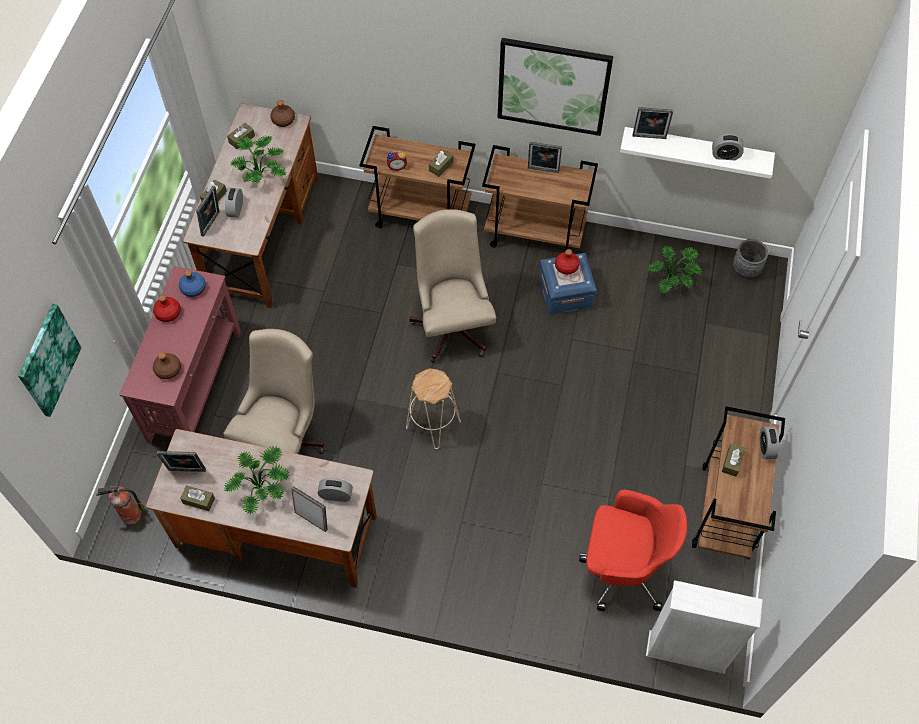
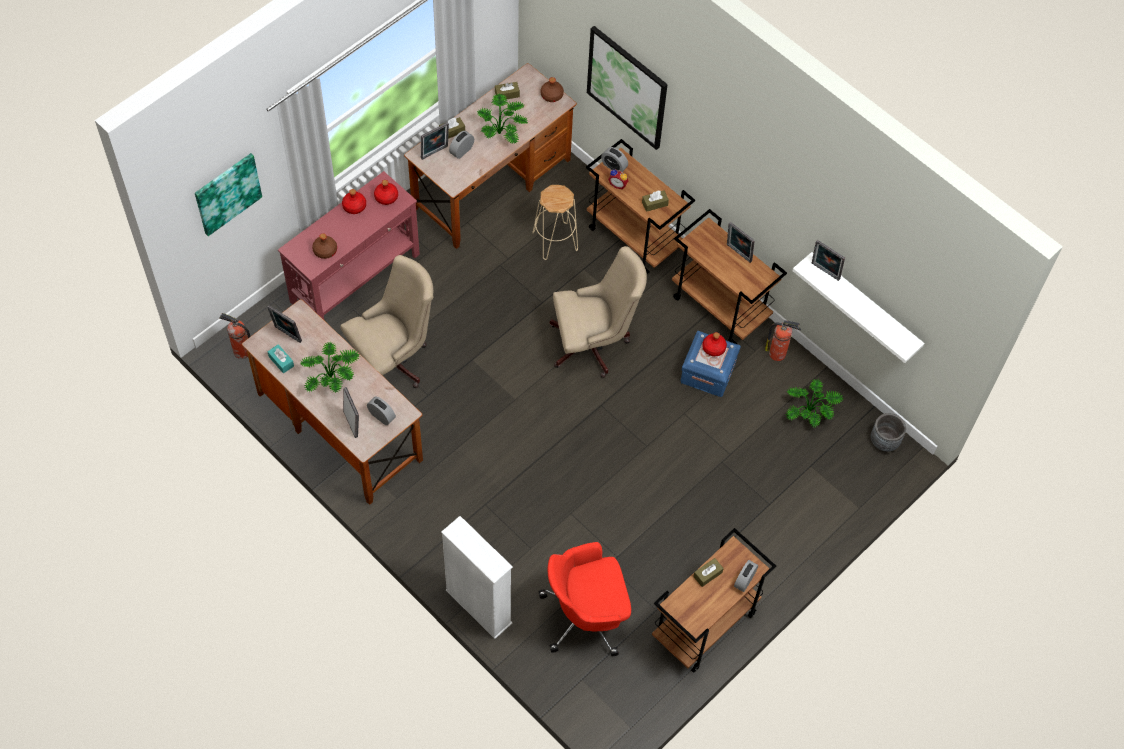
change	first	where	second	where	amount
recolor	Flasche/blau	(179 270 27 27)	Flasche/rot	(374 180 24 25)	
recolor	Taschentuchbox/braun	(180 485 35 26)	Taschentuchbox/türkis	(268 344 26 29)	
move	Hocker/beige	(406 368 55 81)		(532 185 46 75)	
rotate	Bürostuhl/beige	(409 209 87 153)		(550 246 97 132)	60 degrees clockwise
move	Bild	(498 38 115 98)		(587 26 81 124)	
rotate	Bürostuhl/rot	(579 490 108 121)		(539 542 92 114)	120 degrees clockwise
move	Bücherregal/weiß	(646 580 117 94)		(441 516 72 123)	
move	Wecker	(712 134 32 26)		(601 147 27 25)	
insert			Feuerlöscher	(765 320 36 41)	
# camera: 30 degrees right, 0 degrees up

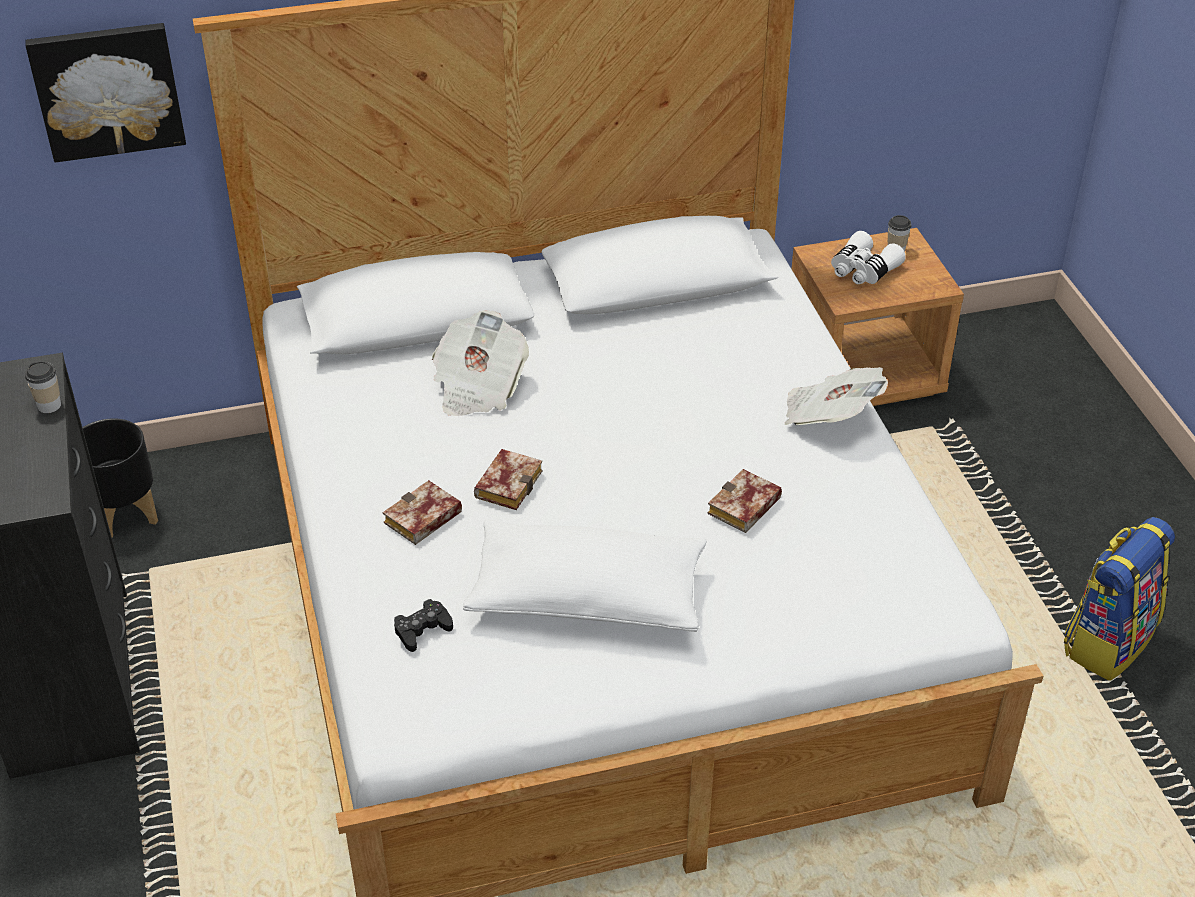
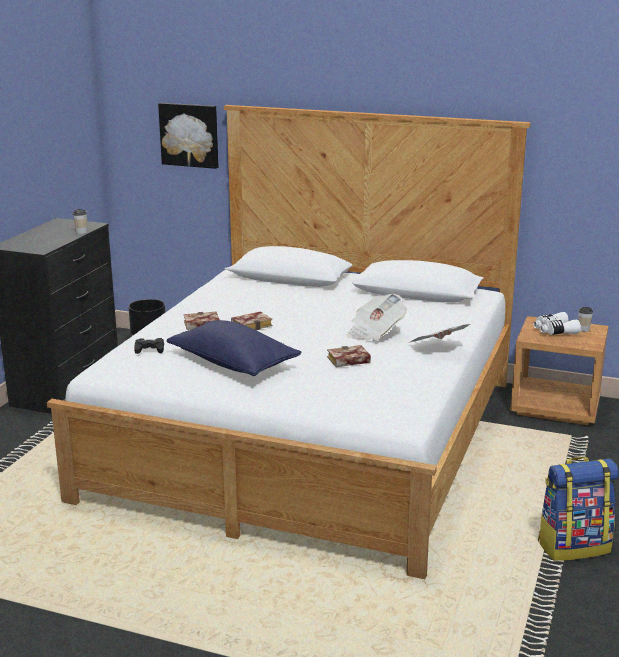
change	first	where	second	where	amount
move	Zeitung	(432 310 97 106)		(347 294 60 47)	
recolor	Kissen/weiß	(463 519 244 113)	Kissen/blau	(167 320 135 56)	
# camera: 35 degrees right, 20 degrees down

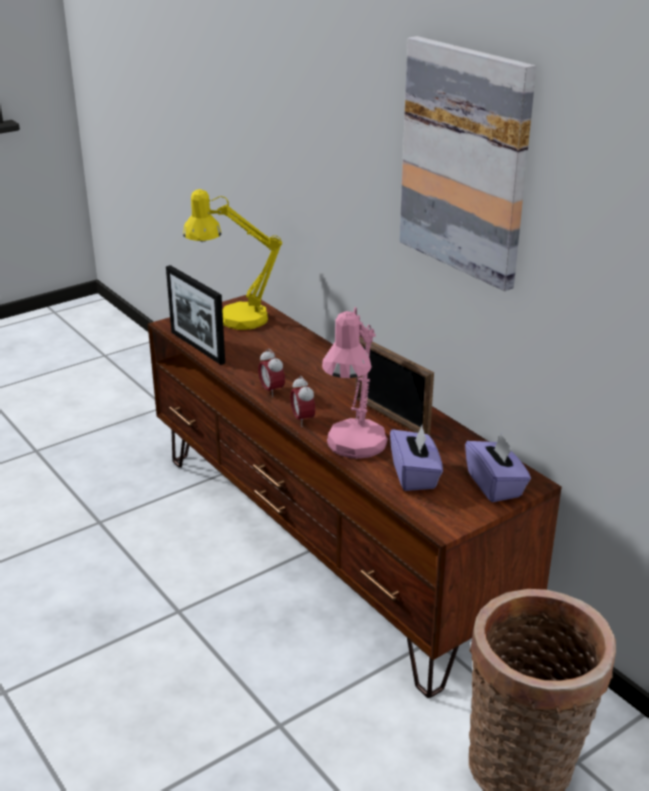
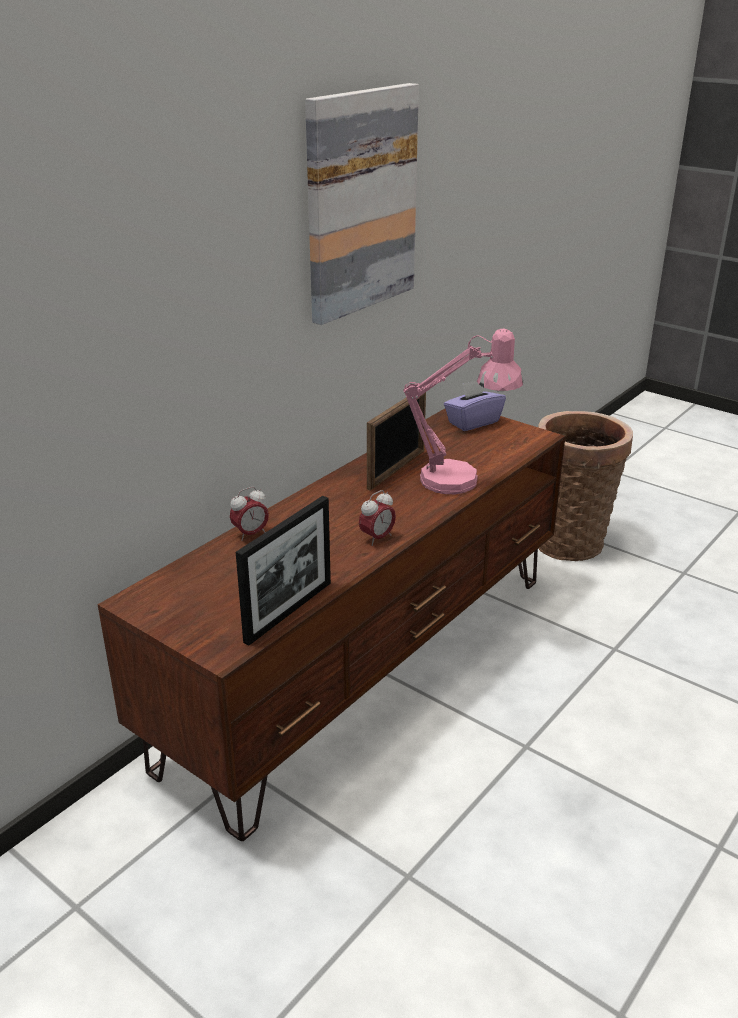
change	first	where	second	where	amount
delete	Tischlampe/gelb	(183 189 99 141)			
move	Wecker	(290 376 25 51)		(230 487 39 54)	
delete	Taschentuchbox/lila	(390 426 53 65)			
# camera: 105 degrees left, 0 degrees up

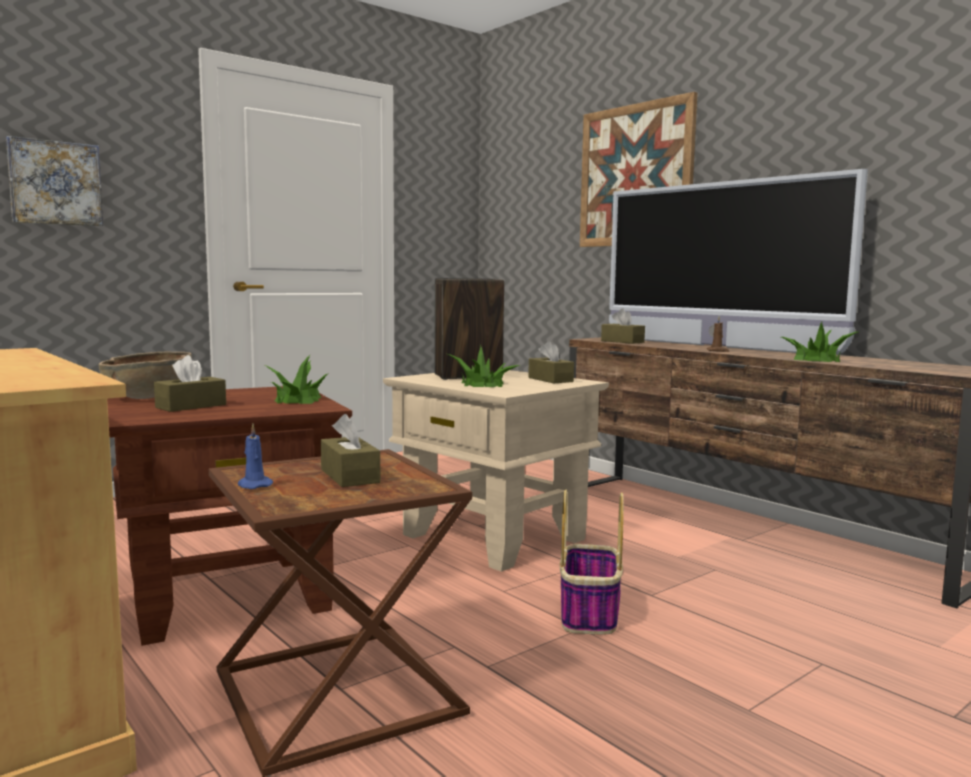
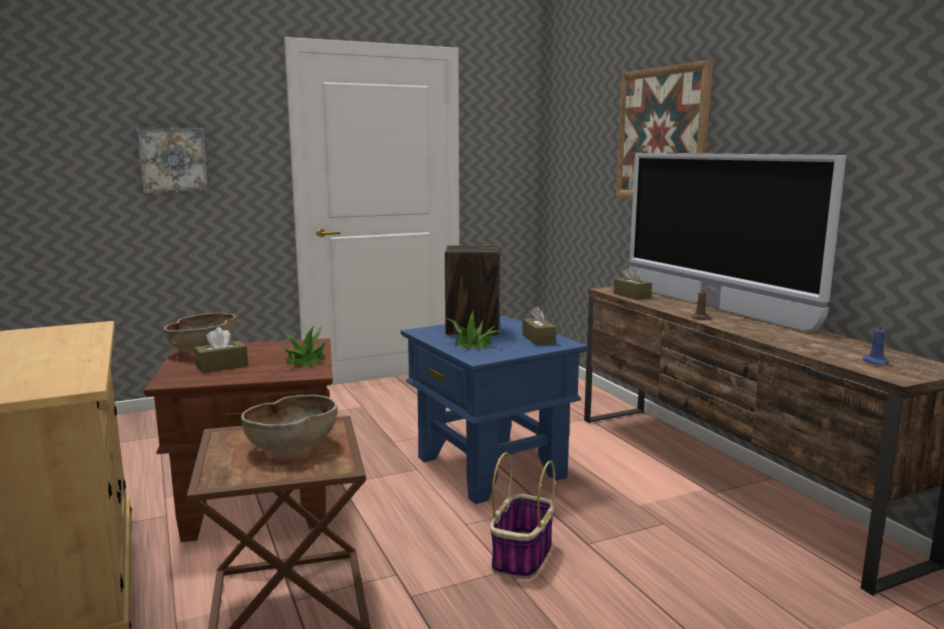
change	first	where	second	where	amount
move	Kerze/blau	(238 424 35 65)		(862 322 27 43)	
replace	Taschentuchbox/braun	(321 414 59 73)	Schüssel/braun	(241 395 97 58)	
recolor	Beistelltisch/beige	(383 370 226 202)	Beistelltisch/blau	(401 316 187 188)	
delete	Topfpflanze	(781 322 79 40)			
# camera: 15 degrees right, 5 degrees up

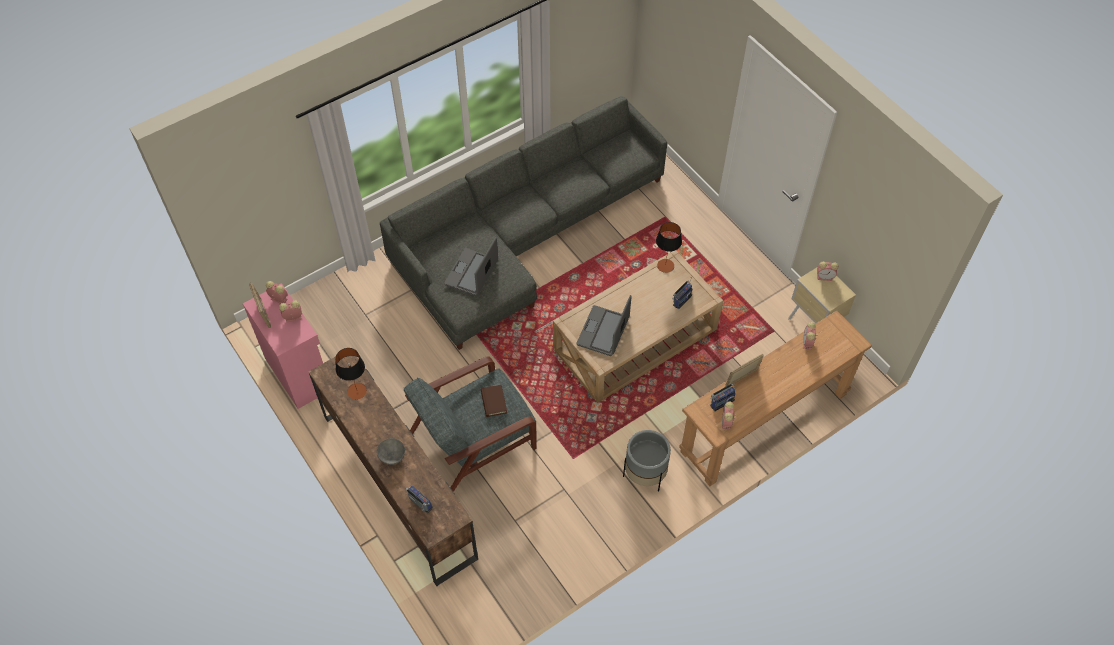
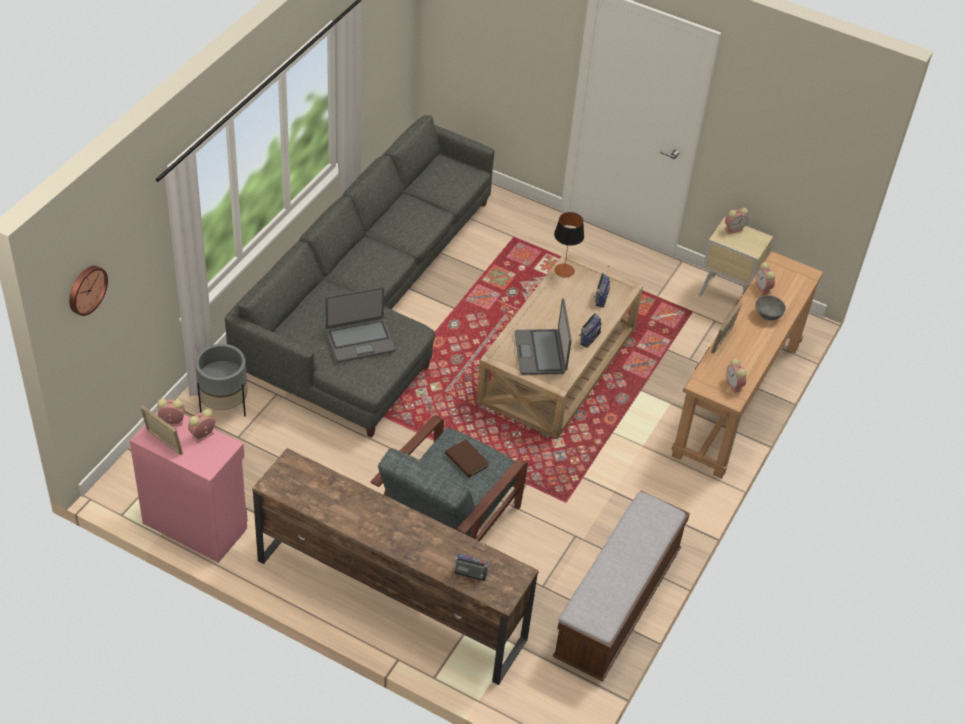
change	first	where	second	where	amount
delete	Tischlampe	(335 348 32 52)			
move	Schüssel/grau	(377 438 28 27)		(755 295 31 26)	
rotate	Laptop	(444 237 54 59)		(325 287 70 75)	105 degrees counterclockwise
move	Pflanzkübel/grau	(623 430 48 62)		(195 344 53 72)	
move	Radio	(710 382 26 29)		(579 307 22 41)	
insert			Wanduhr	(69 266 39 50)	
insert			Bank	(553 491 137 190)	
# camera: 30 degrees left, 10 degrees down

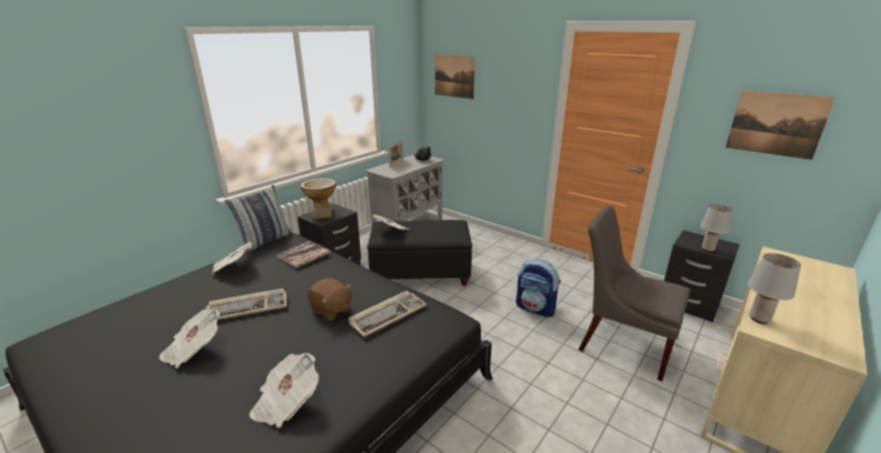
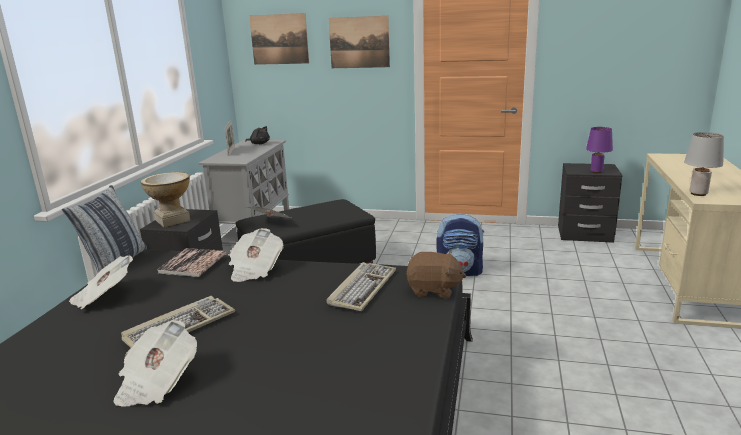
change	first	where	second	where	amount
move	Zeitung	(249 353 70 75)		(229 228 55 54)	
move	Plüschtier/braun	(307 278 45 43)		(406 251 60 47)	
delete	Stuhl/grau	(578 205 113 176)			
recolor	Tischlampe/grau	(700 204 33 48)	Tischlampe/lila	(586 127 27 46)	
move	Bild	(726 90 109 70)		(329 16 61 52)	
# camera: 25 degrees left, 5 degrees down

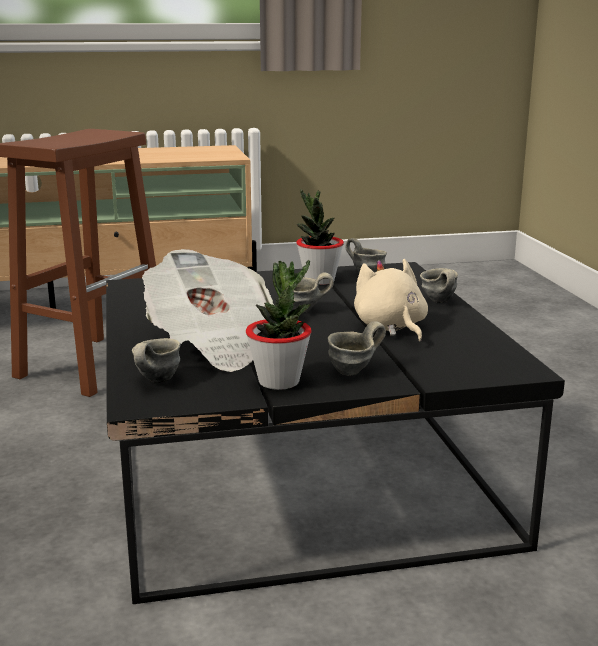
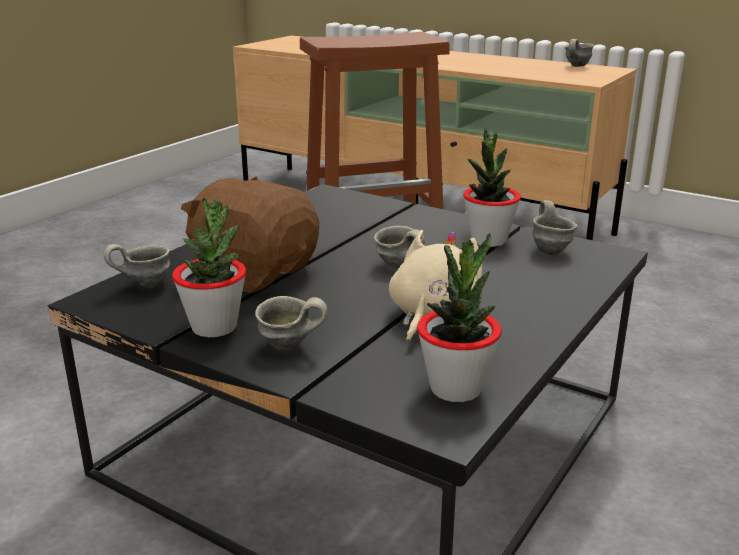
change	first	where	second	where	amount
replace	Zeitung	(142 249 132 123)	Plüschtier/braun	(181 176 138 117)	
move	Henkelbecher/grau	(420 268 38 35)		(565 39 29 28)	
insert			Topfpflanze	(417 233 85 169)	
# camera: 45 degrees right, 5 degrees up

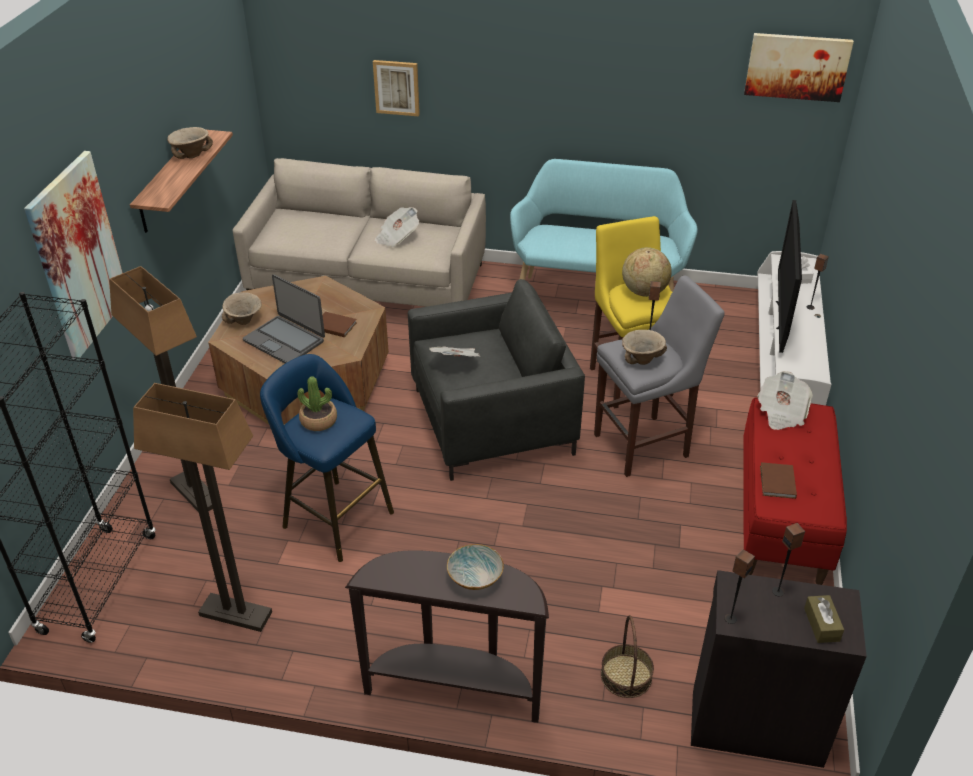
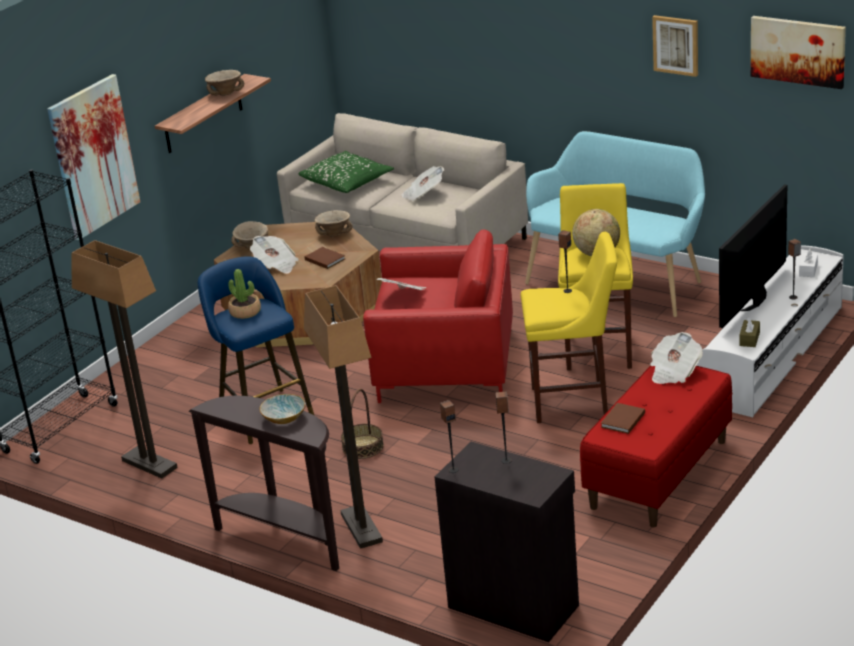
change	first	where	second	where	amount
move	Stehlampe	(109 266 104 245)		(304 285 79 264)	
replace	Laptop	(243 274 82 89)	Zeitung	(250 236 48 38)	
move	Bild	(373 60 47 56)		(652 15 46 62)	
recolor	Sessel/grau	(408 279 177 202)	Sessel/rot	(363 229 150 174)	
recolor	Hocker/grau	(594 275 131 202)	Hocker/gelb	(521 232 96 191)	
move	Korb	(601 615 53 83)		(341 389 43 70)	
move	Schüssel/beige	(622 330 45 35)		(314 210 39 27)	
move	Taschentuchbox/braun	(804 595 40 48)		(739 316 21 31)	
insert			Kissen/grün	(299 151 95 42)	
# camera: 25 degrees right, 10 degrees down

